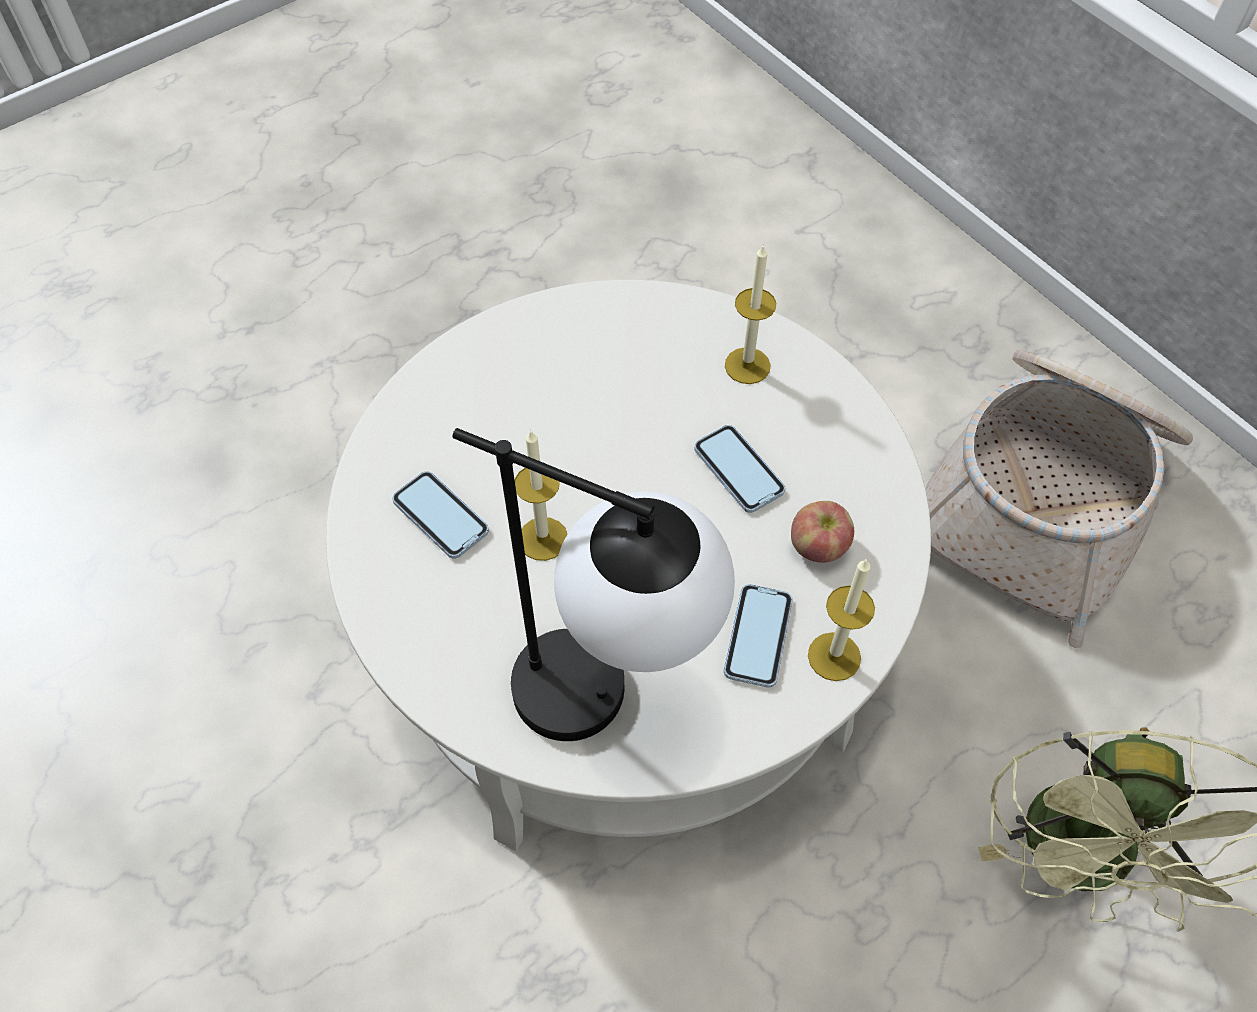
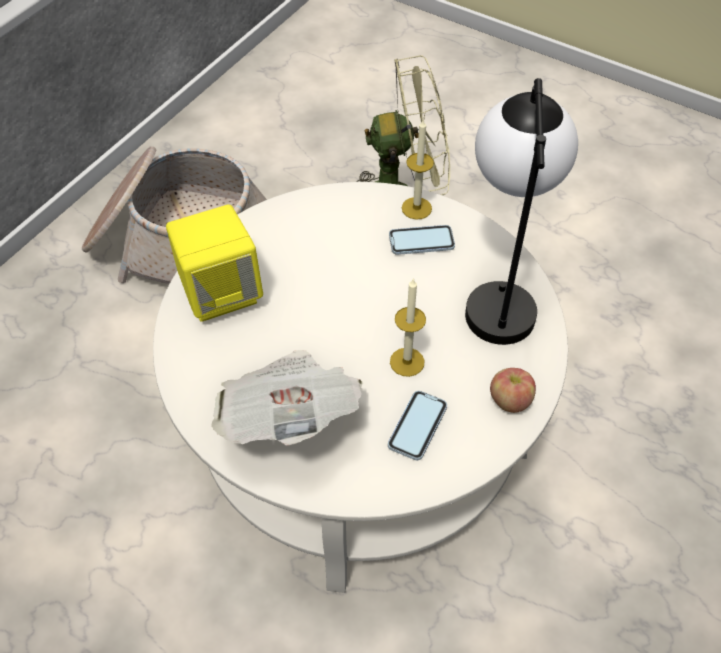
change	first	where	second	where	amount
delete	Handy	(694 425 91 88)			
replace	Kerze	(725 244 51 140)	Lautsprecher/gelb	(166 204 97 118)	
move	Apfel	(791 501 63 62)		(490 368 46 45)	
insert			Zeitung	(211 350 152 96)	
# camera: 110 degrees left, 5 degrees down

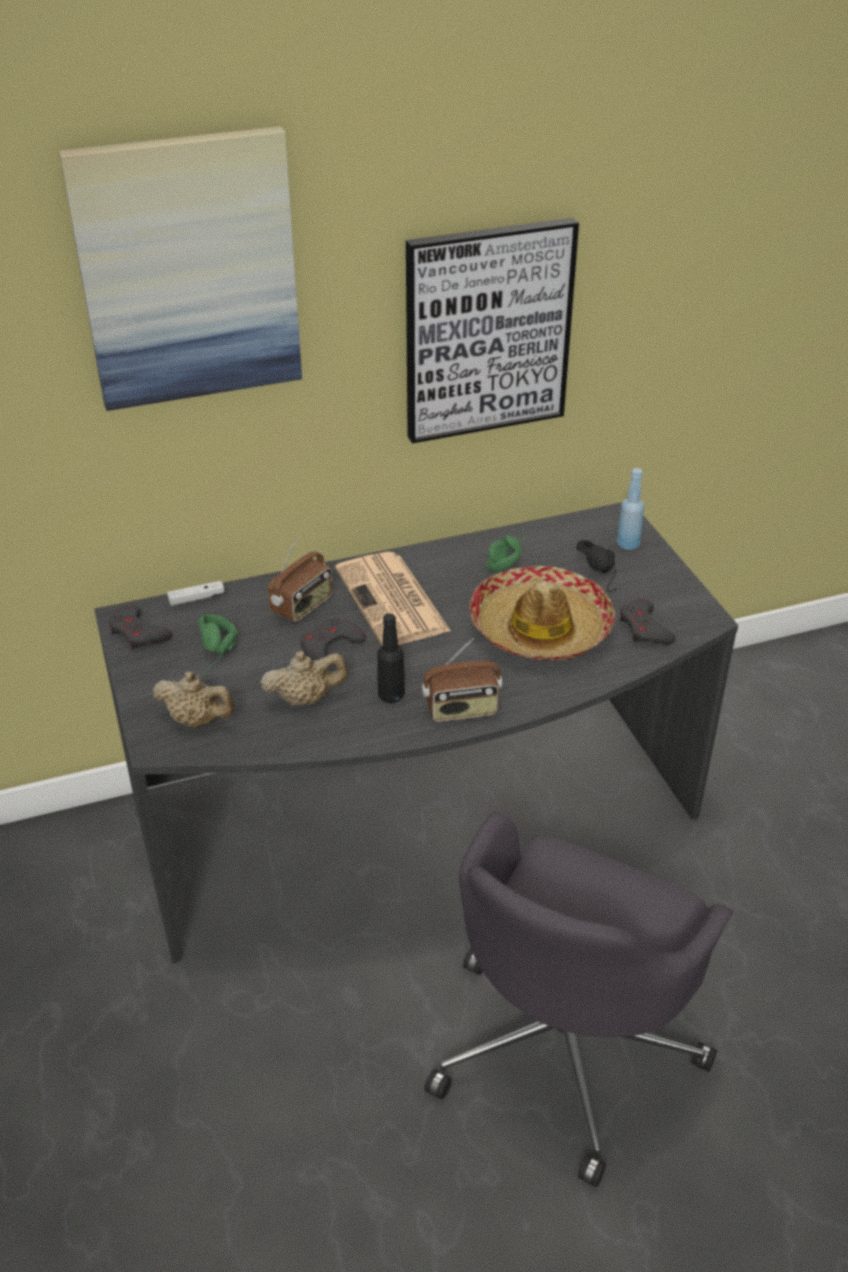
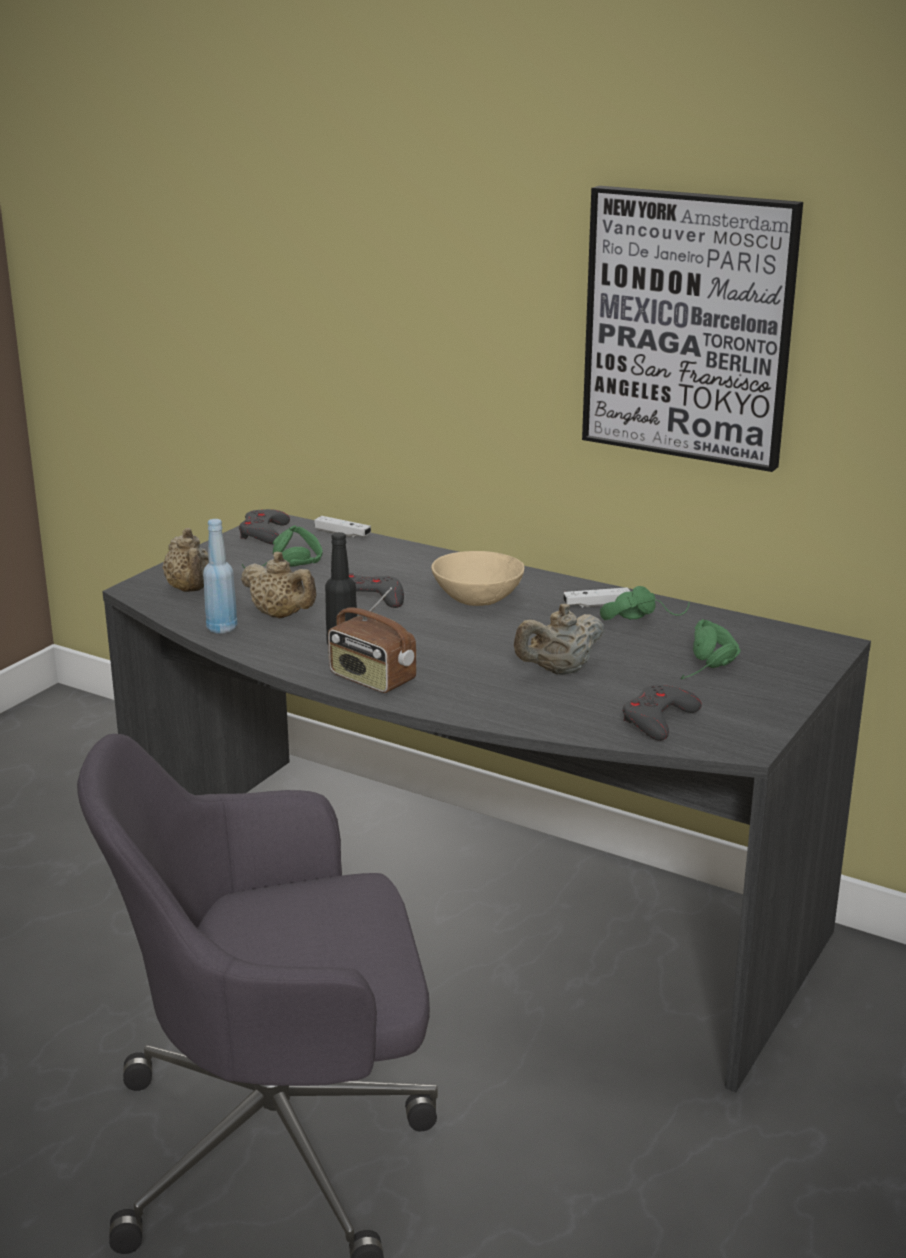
change	first	where	second	where	amount
delete	Bild	(59 126 243 285)			
delete	Radio	(268 537 65 86)			
replace	Zeitung	(335 552 116 94)	Schüssel/beige	(431 551 93 55)	
replace	Hut	(469 566 146 94)	Teekanne/beige	(514 604 90 71)	
recolor	Kopfhörer/schwarz	(576 540 41 52)	Kopfhörer/grün	(681 619 60 60)	
move	Flasche/blau	(617 468 27 82)		(203 519 34 115)	
insert			Gamepad/weiß	(563 587 67 21)	
# camera: 50 degrees right, 15 degrees down

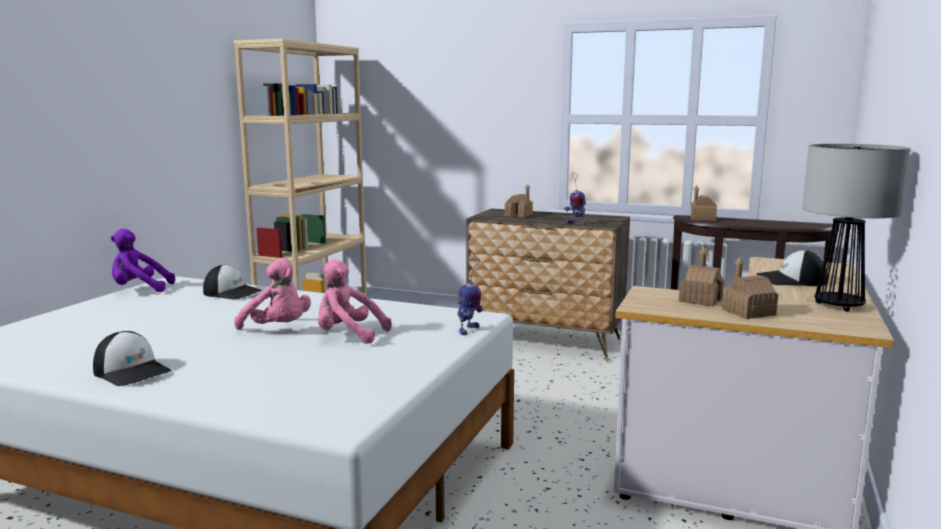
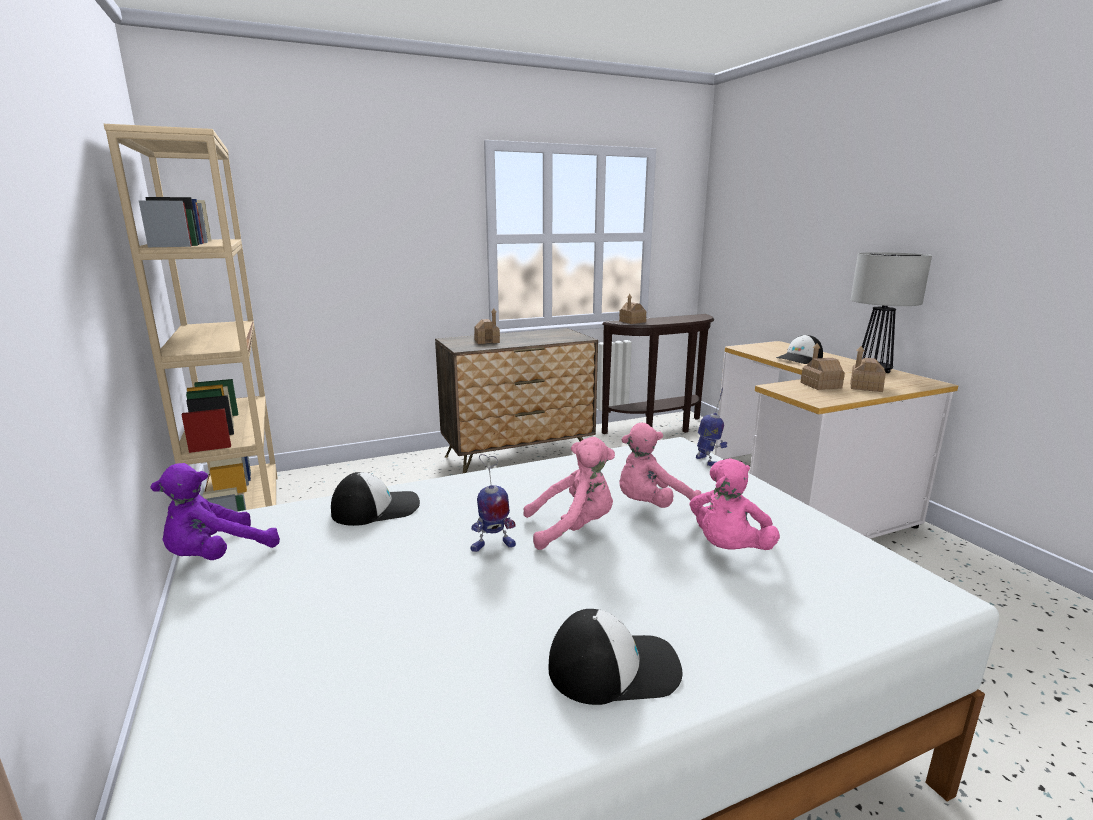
change	first	where	second	where	amount
move	Spielzeugroboter	(564 173 22 52)		(471 454 45 98)	
insert			Plüschtier/rosa	(689 458 91 92)	
# camera: 45 degrees left, 5 degrees up

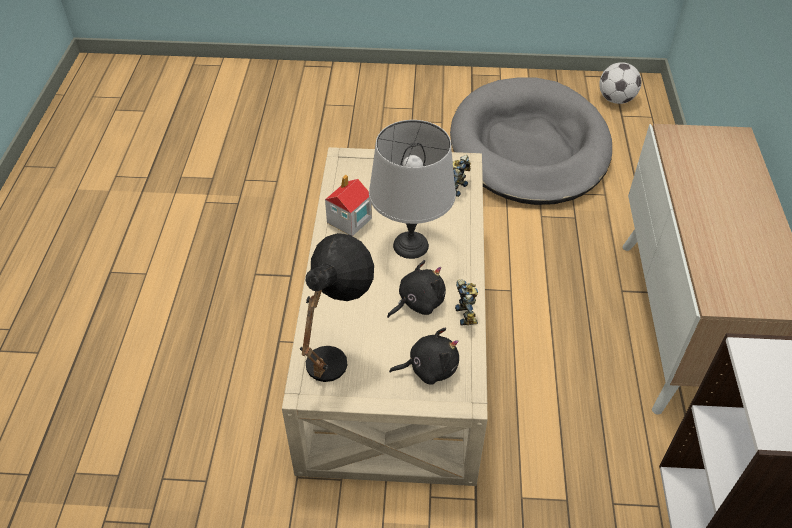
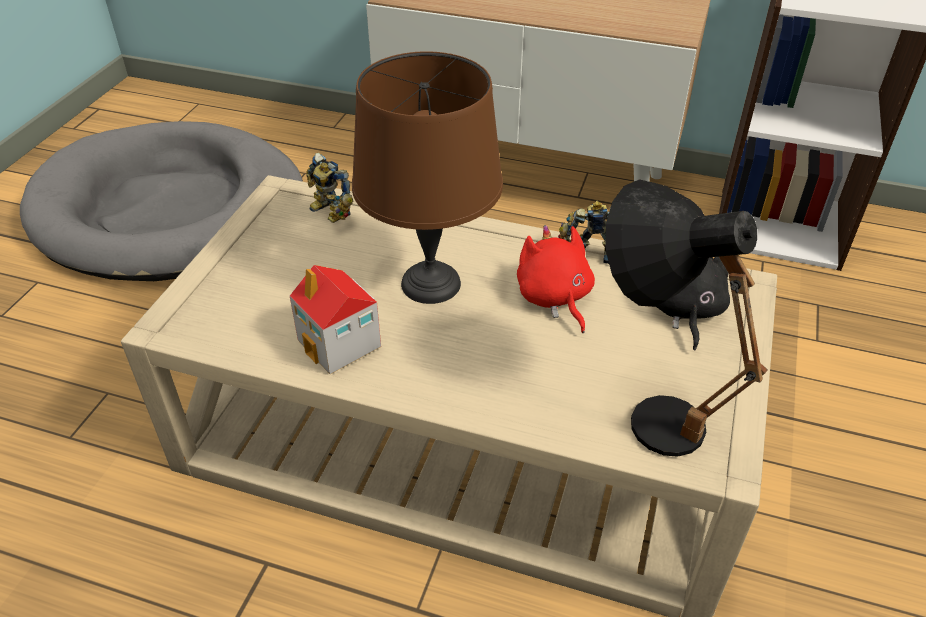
change	first	where	second	where	amount
recolor	Tischlampe/grau	(369 120 87 139)	Tischlampe/braun	(352 51 151 253)	
recolor	Plüschtier/schwarz	(387 260 59 58)	Plüschtier/rot	(517 225 78 108)	
delete	Fußball	(599 62 42 42)			
# camera: 75 degrees left, 5 degrees down

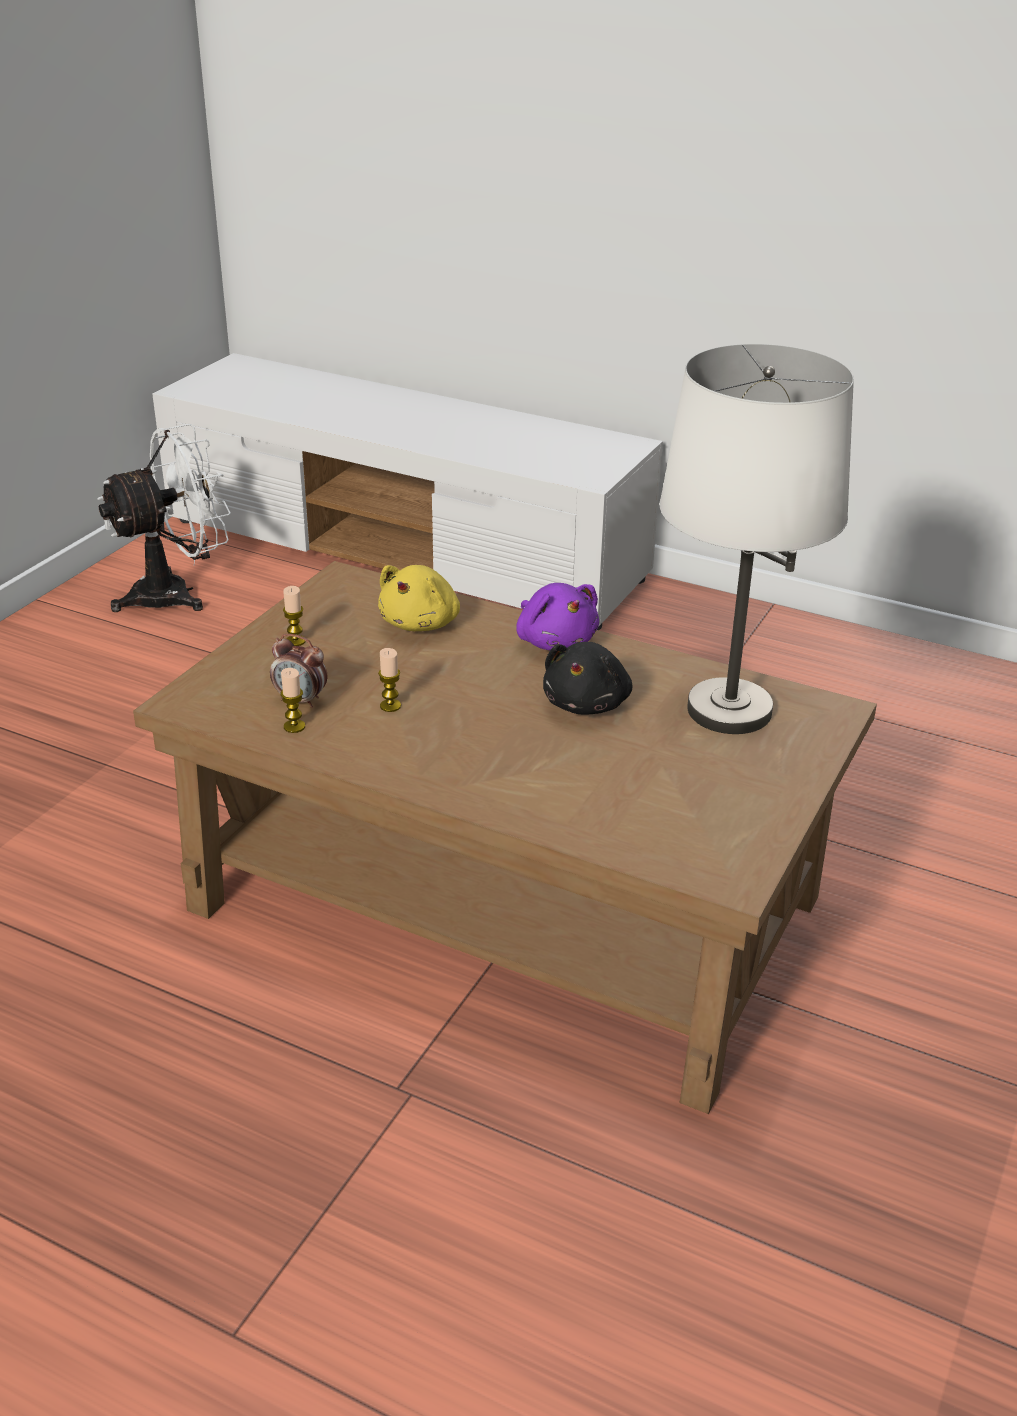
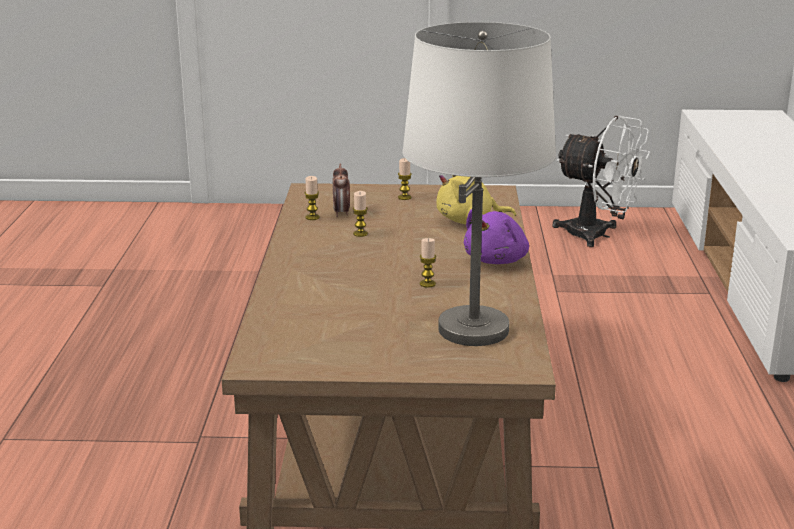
change	first	where	second	where	amount
replace	Plüschtier/schwarz	(543 642 89 73)	Kerze	(420 238 16 50)	
# camera: 65 degrees right, 10 degrees down

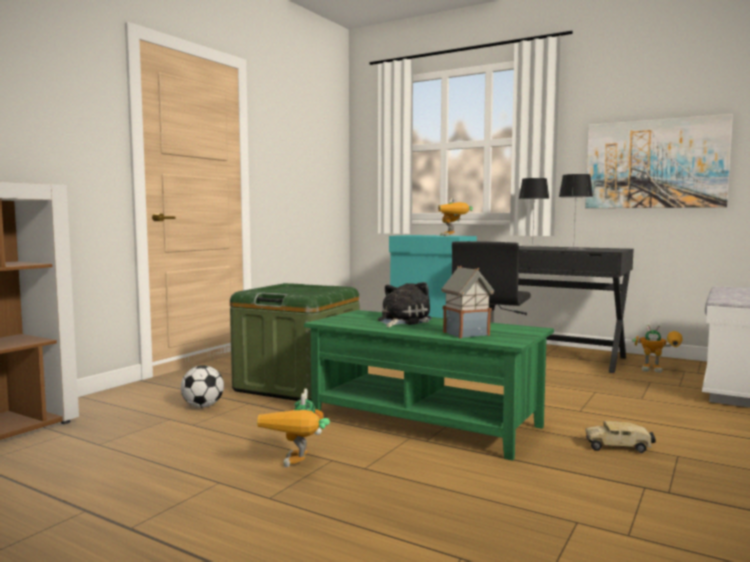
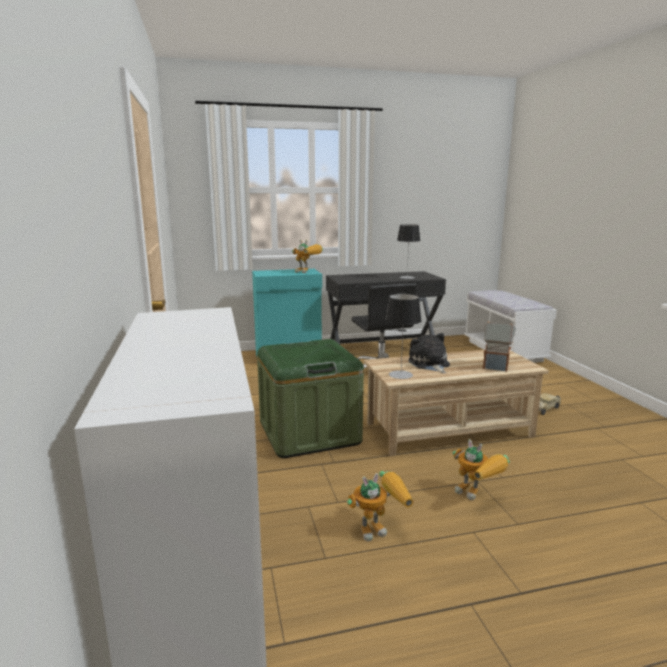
change	first	where	second	where	amount
delete	Fußball	(181 365 43 43)			
recolor	Couchtisch/grün	(304 310 250 151)	Couchtisch/beige	(364 350 185 106)	
move	Tischlampe	(519 178 30 69)		(385 294 36 85)	
delete	Bild	(585 114 148 94)			
move	Spielzeugroboter	(632 324 51 49)		(347 471 67 70)	
# camera: 45 degrees left, 10 degrees up

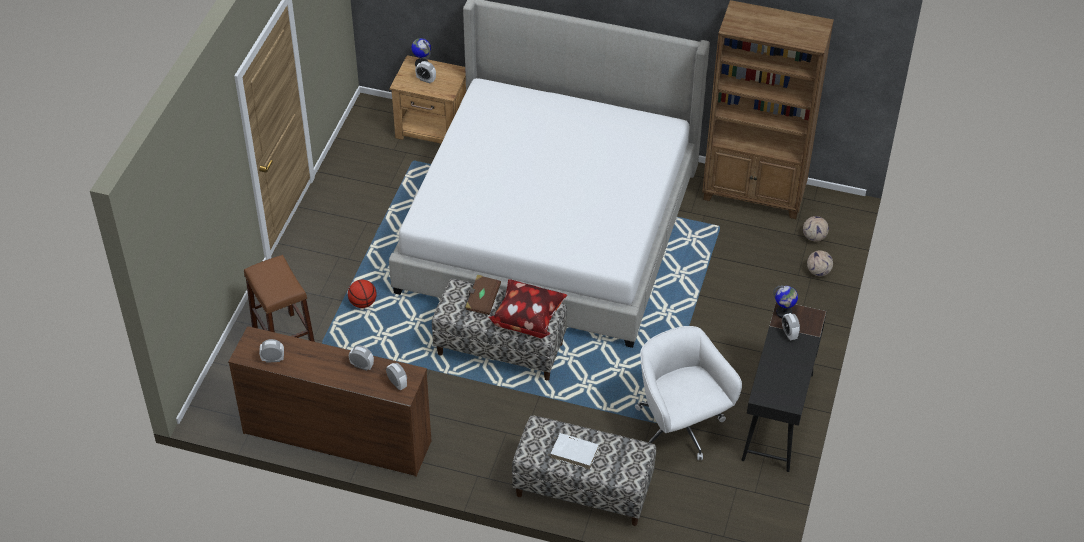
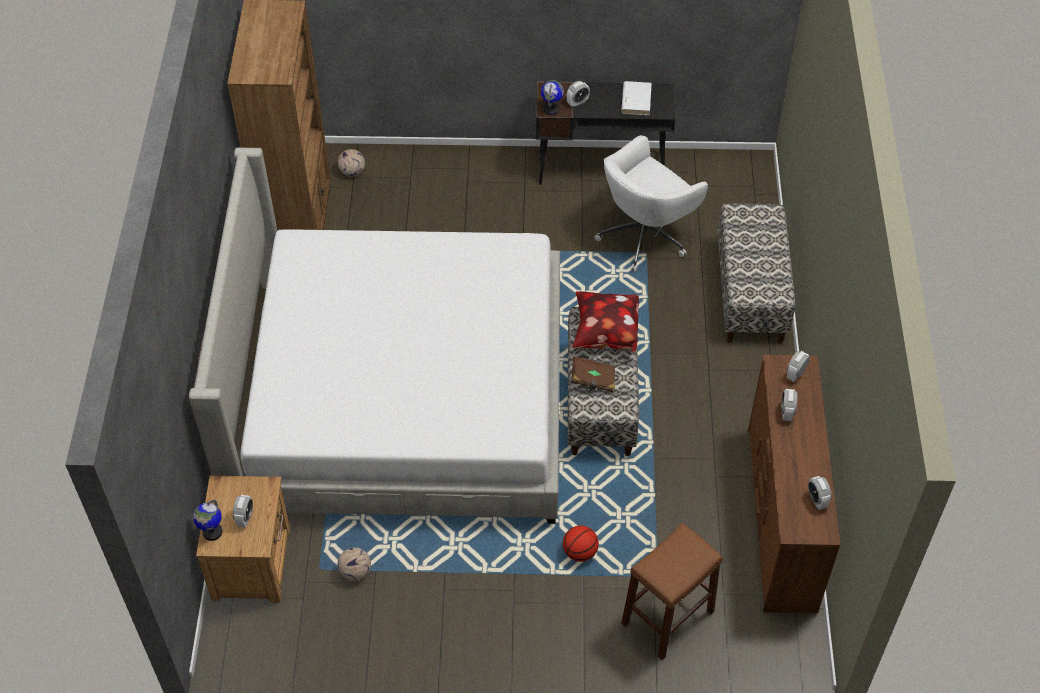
change	first	where	second	where	amount
move	Buch/weiß	(550 433 50 37)		(621 81 31 34)	
move	Fußball	(807 250 26 26)		(338 548 33 33)	
# camera: 105 degrees left, 5 degrees up

